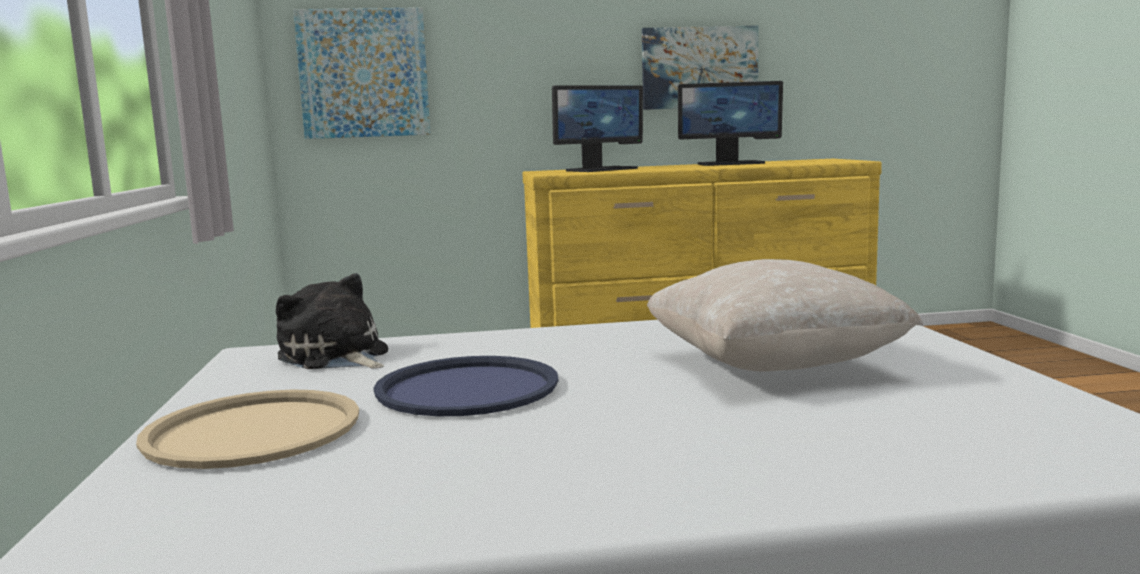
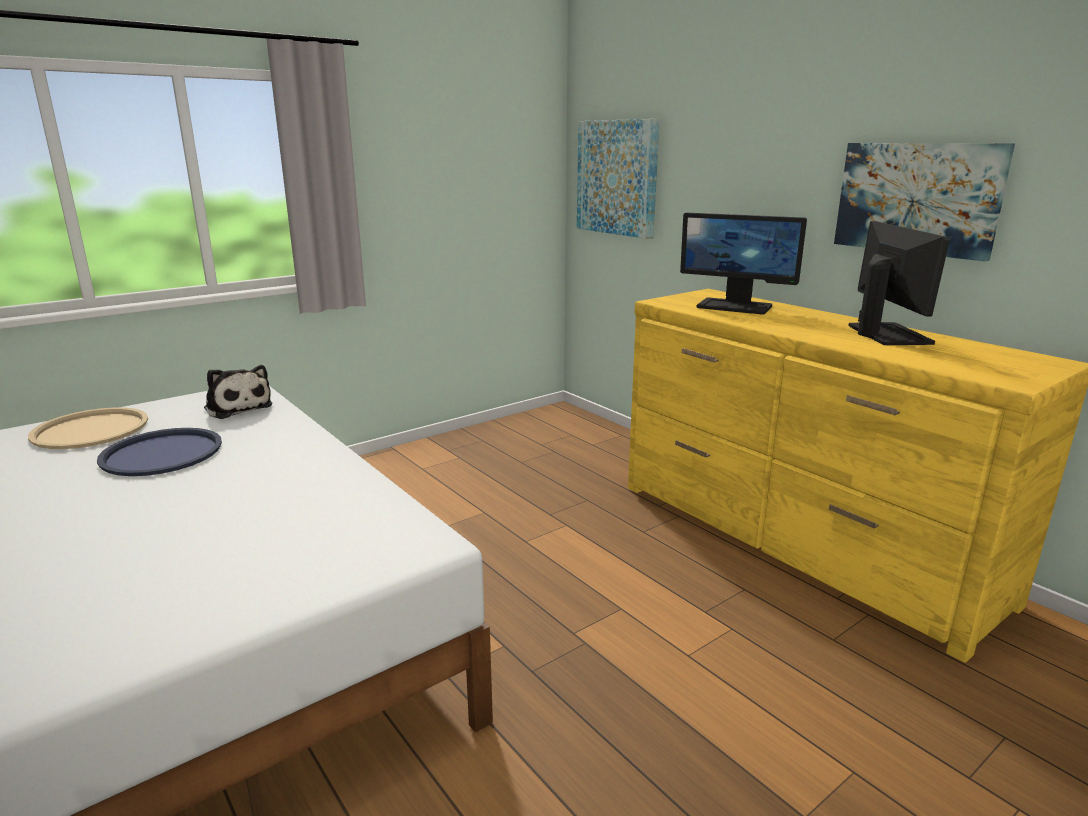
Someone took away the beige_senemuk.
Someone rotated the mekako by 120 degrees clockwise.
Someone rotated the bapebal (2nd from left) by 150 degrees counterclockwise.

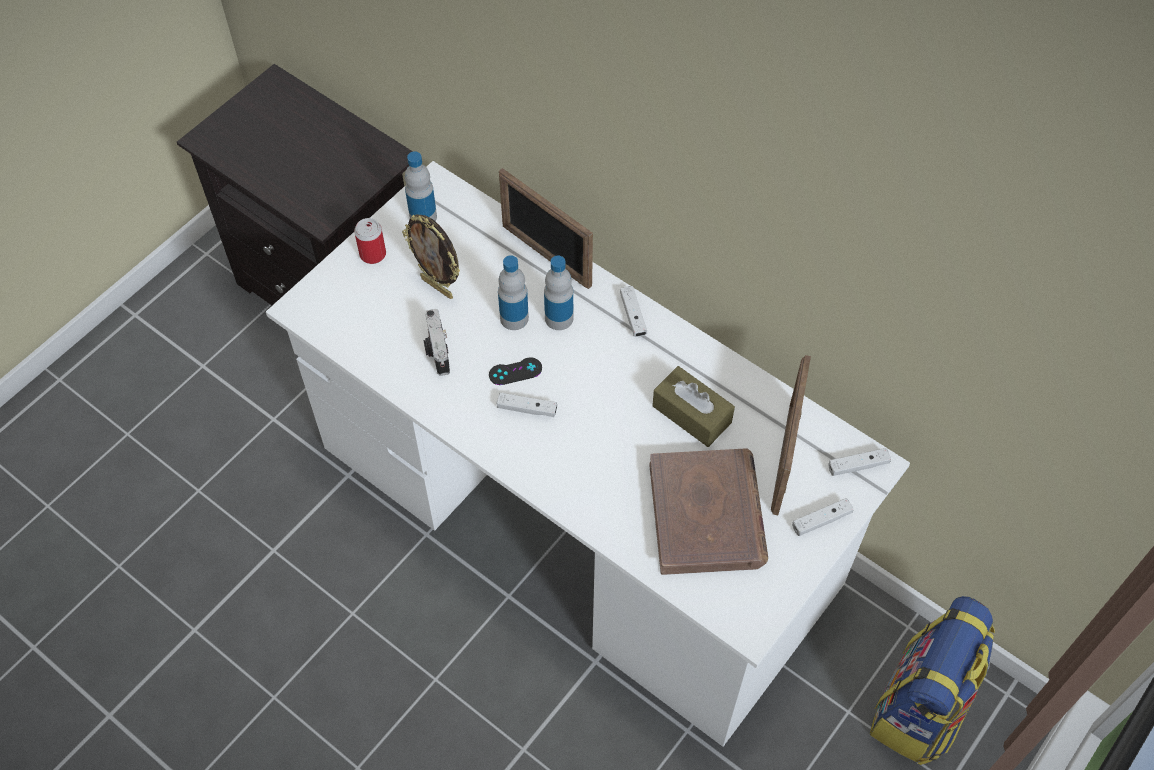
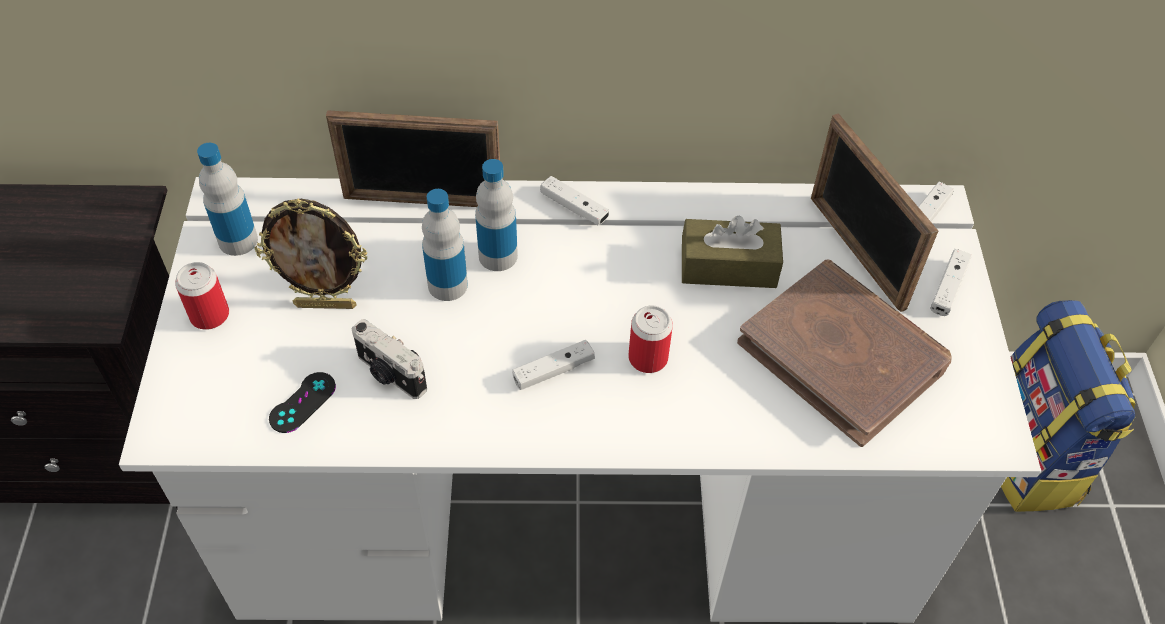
Someone put down the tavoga (2nd from left).
Someone carried the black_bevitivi.

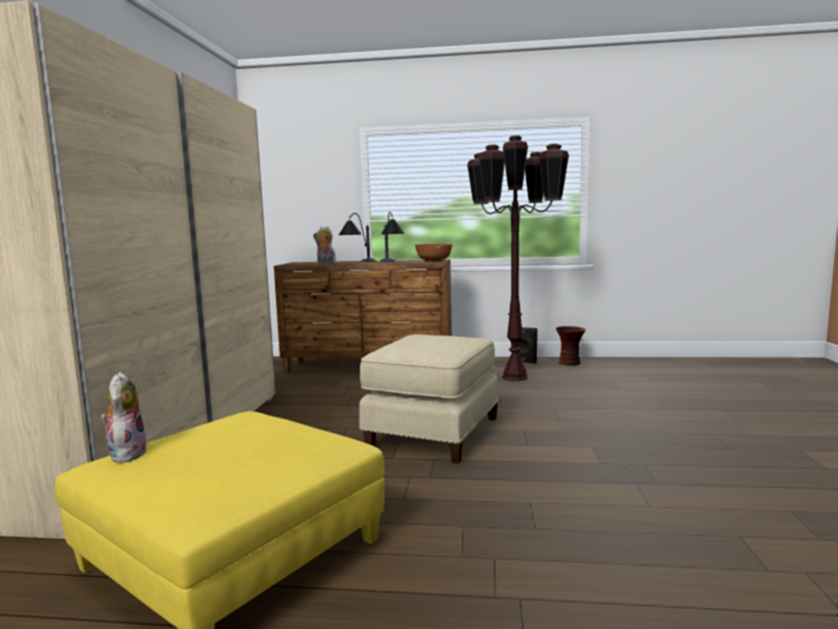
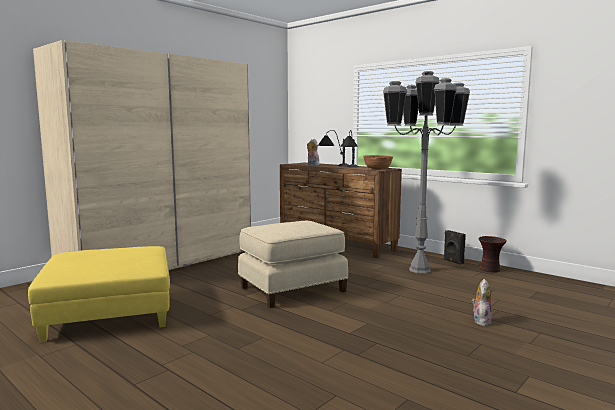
Someone carried the mekako (1st from left in the first image).
Someone repainted the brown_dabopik, which became the grey_dabopik.

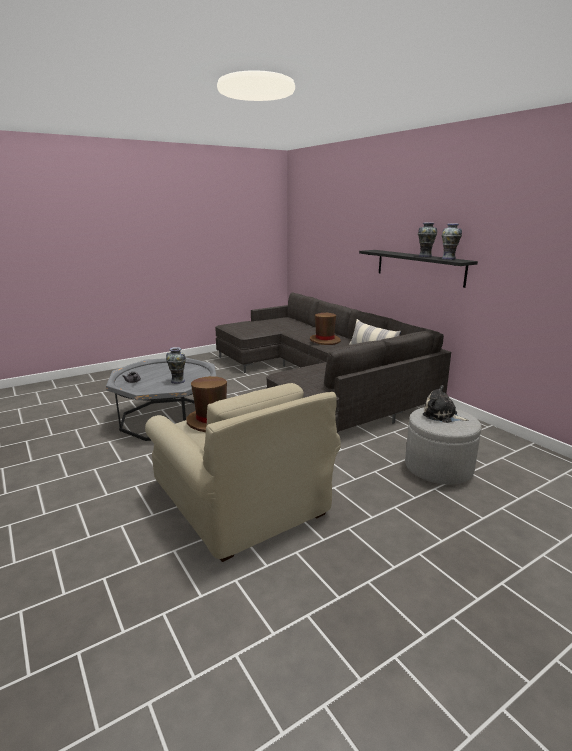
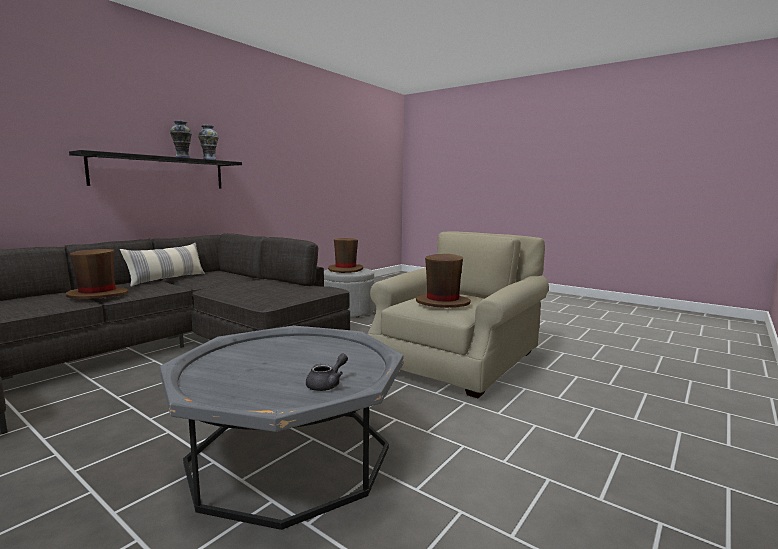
Someone took away the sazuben (1st from left).
Someone swapped the mekako for the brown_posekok (2nd from left).

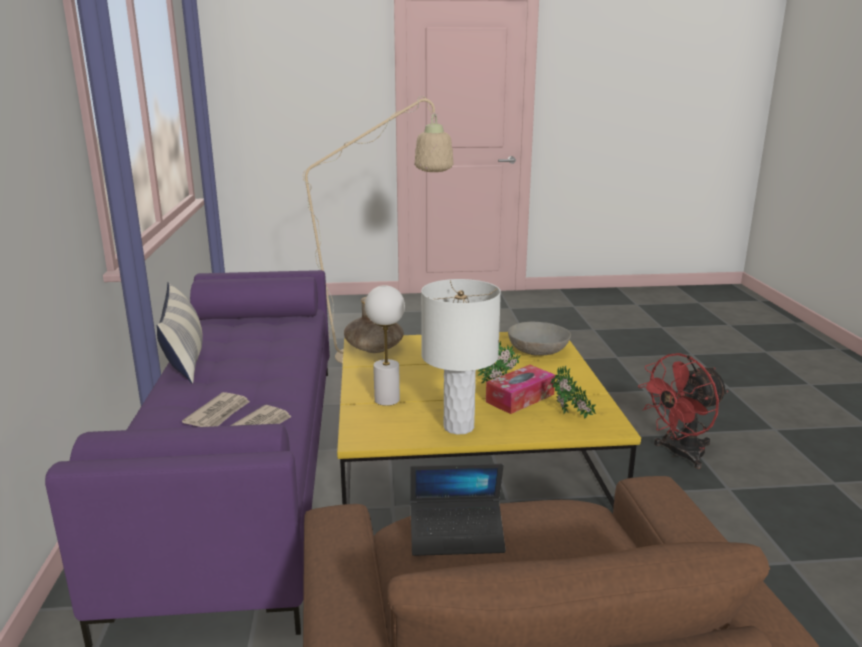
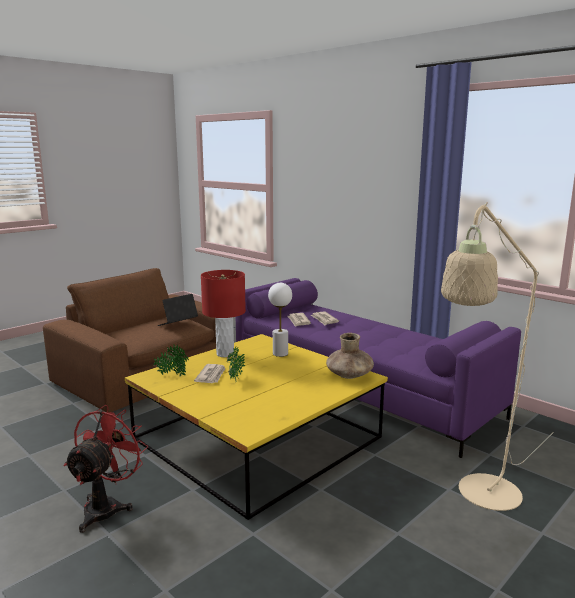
Someone took away the senemuk.
Someone took away the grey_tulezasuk.
Someone swapped the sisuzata for the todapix (1st from left).
Someone repainted the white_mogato (2nd from left), which became the red_mogato.

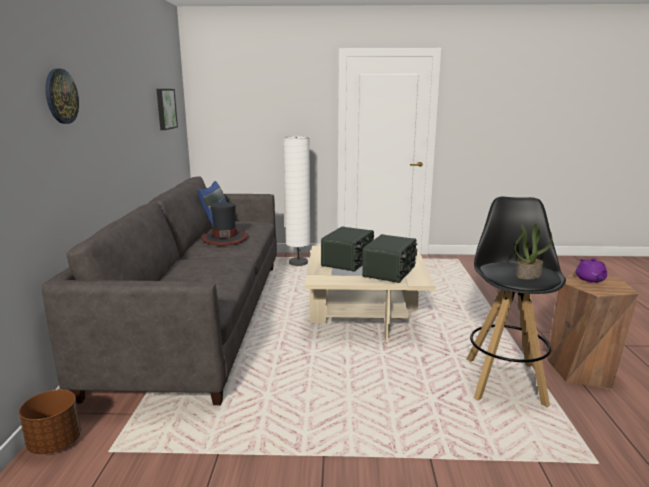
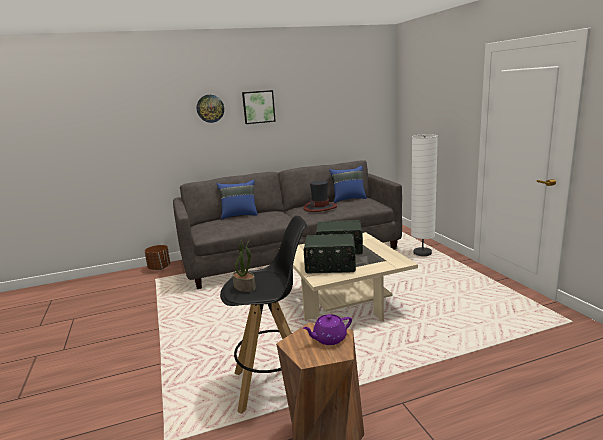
Someone put down the blue_senemuk (1st from left).
Someone carried the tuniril.

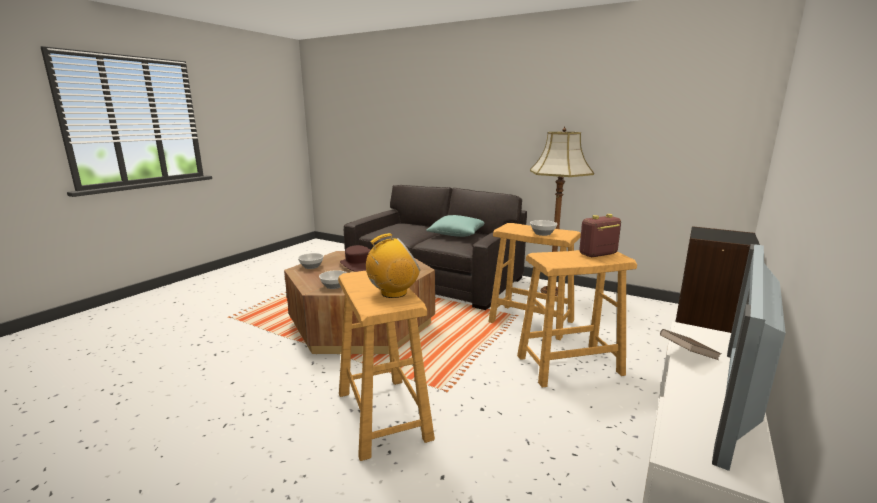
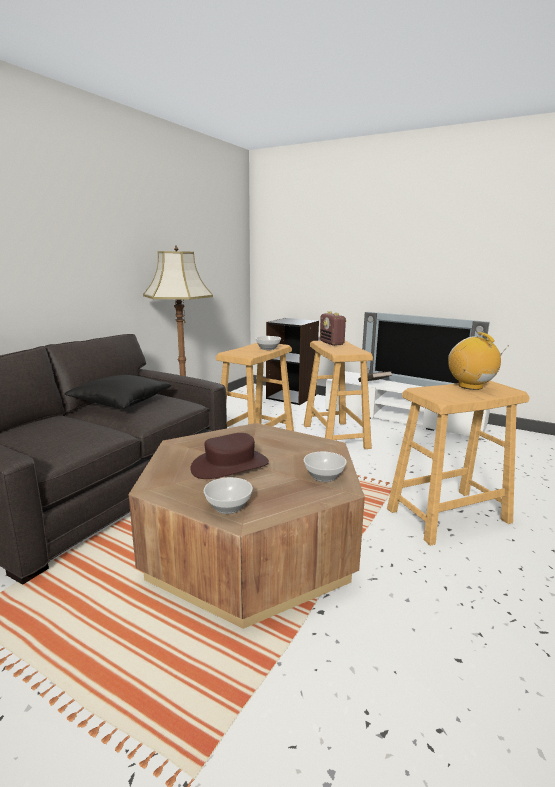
Someone repainted the turquoise_senemuk, which became the black_senemuk.

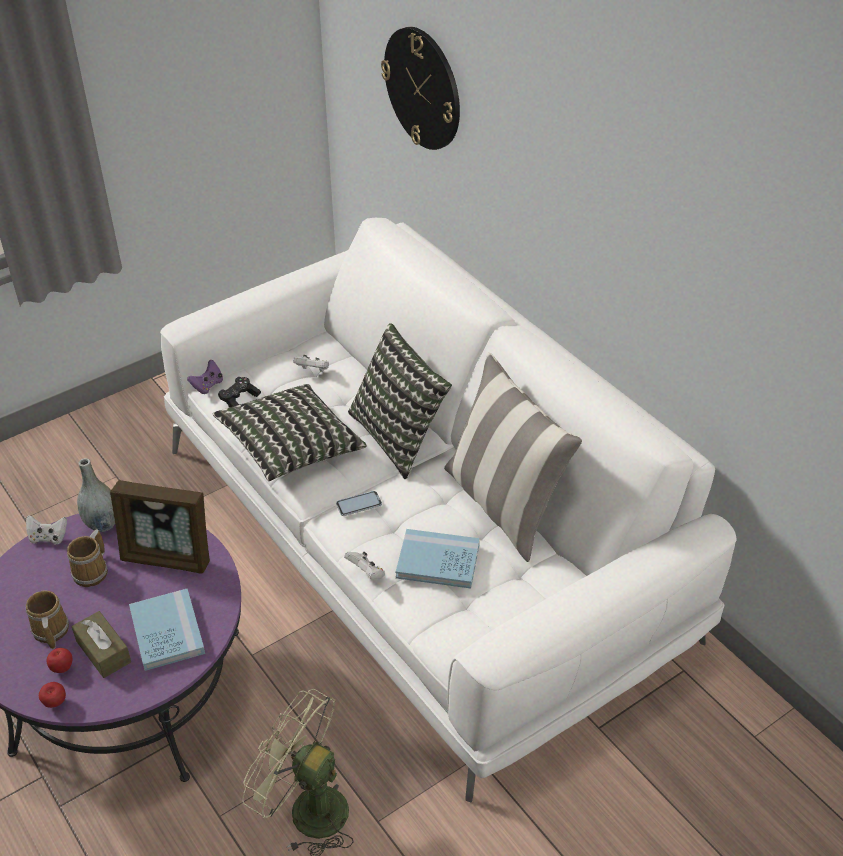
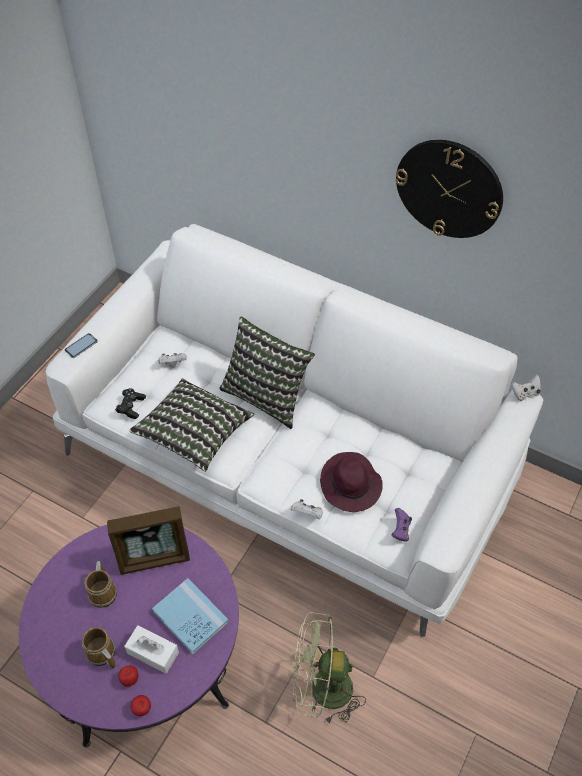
Someone took away the grey_sazuben.
Someone took away the senemuk (3rd from left).
Someone carried the white_bevitivi (1st from left in the first image).
Someone carried the purple_bevitivi.
Someone carried the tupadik.
Someone carried the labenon.
Someone swapped the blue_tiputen (2nd from left) for the purple_posekok.
Someone repainted the brown_sisuzata, which became the white_sisuzata.

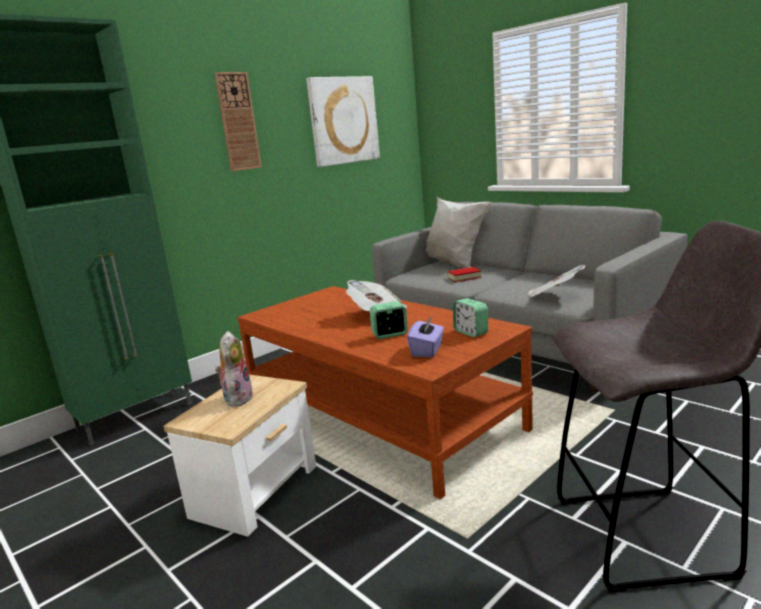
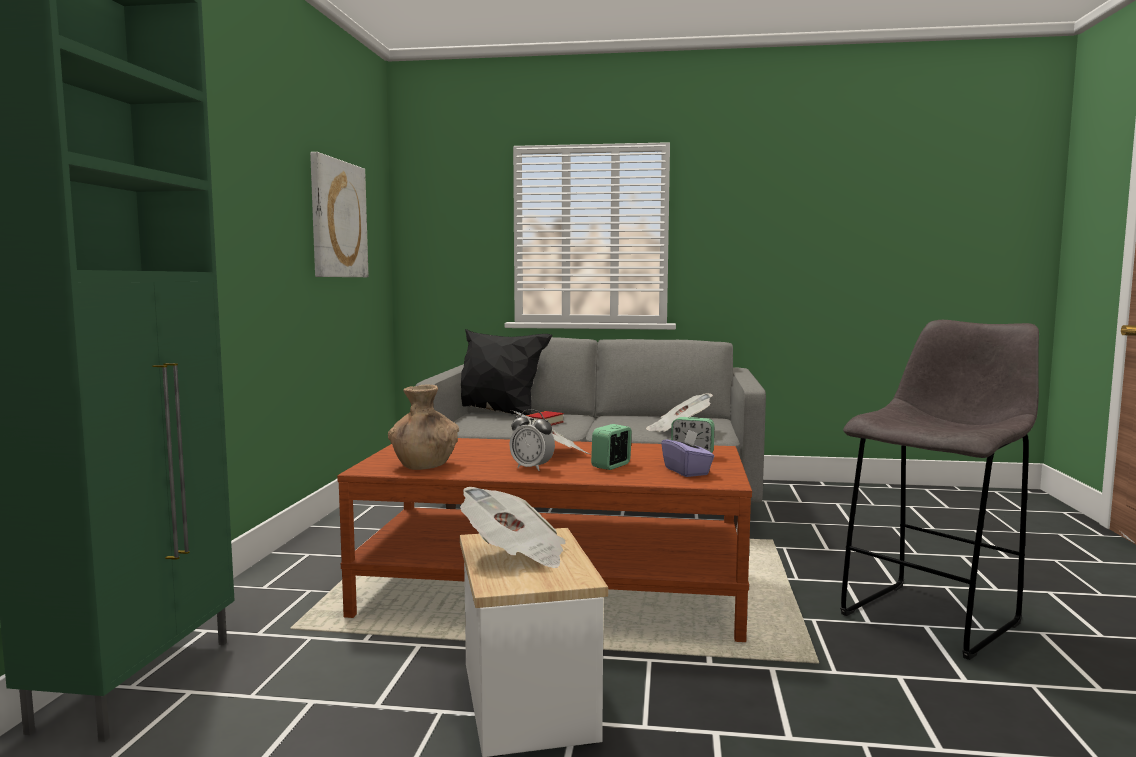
Someone took away the labenon.
Someone put down the brown_sazuben.
Someone put down the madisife (1st from left).
Someone swapped the mekako for the todapix (1st from left).
Someone repainted the white_senemuk, which became the black_senemuk.

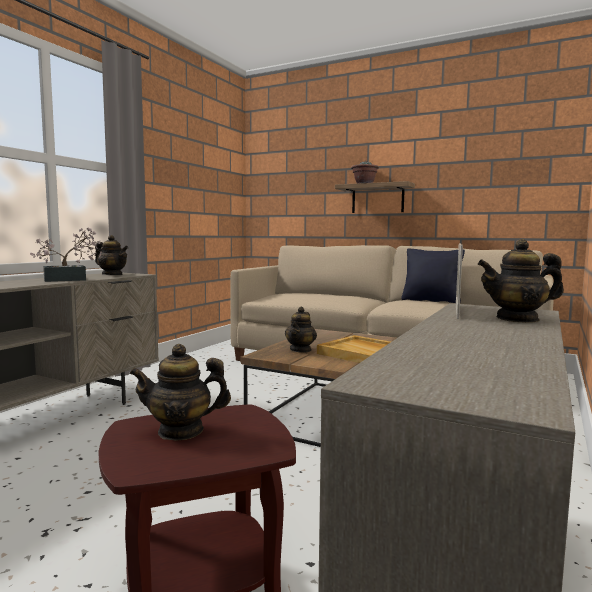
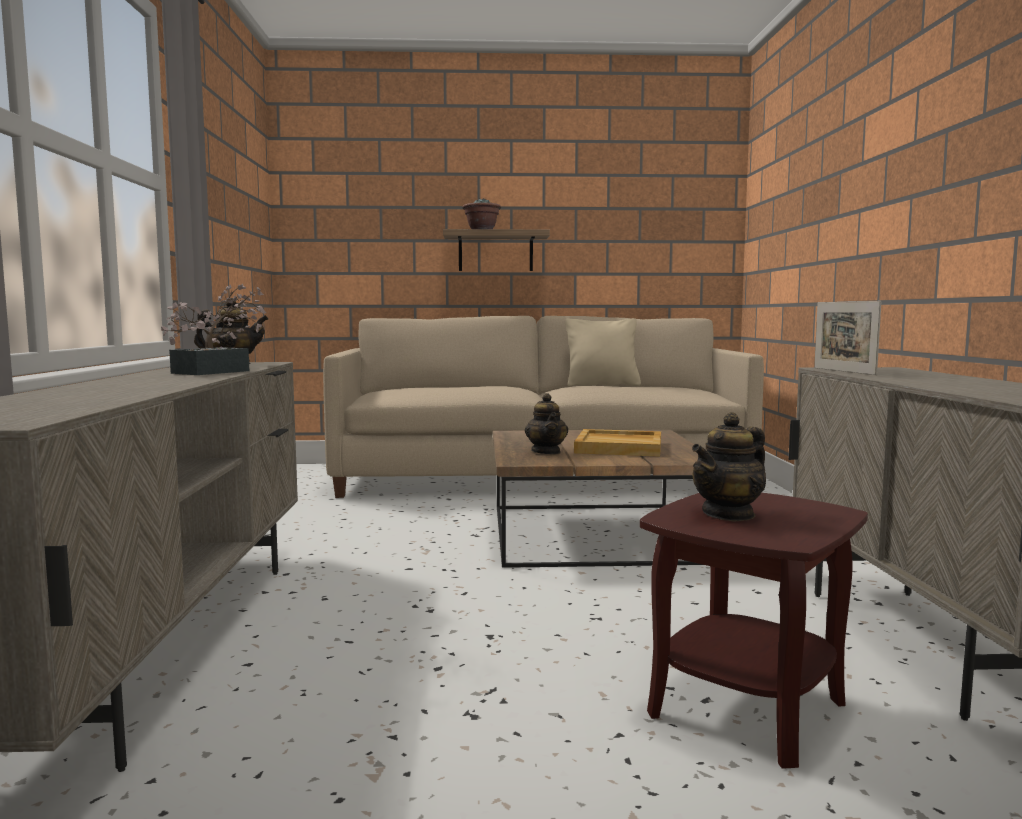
Someone took away the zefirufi (4th from left).
Someone repainted the black_senemuk, which became the beige_senemuk.

